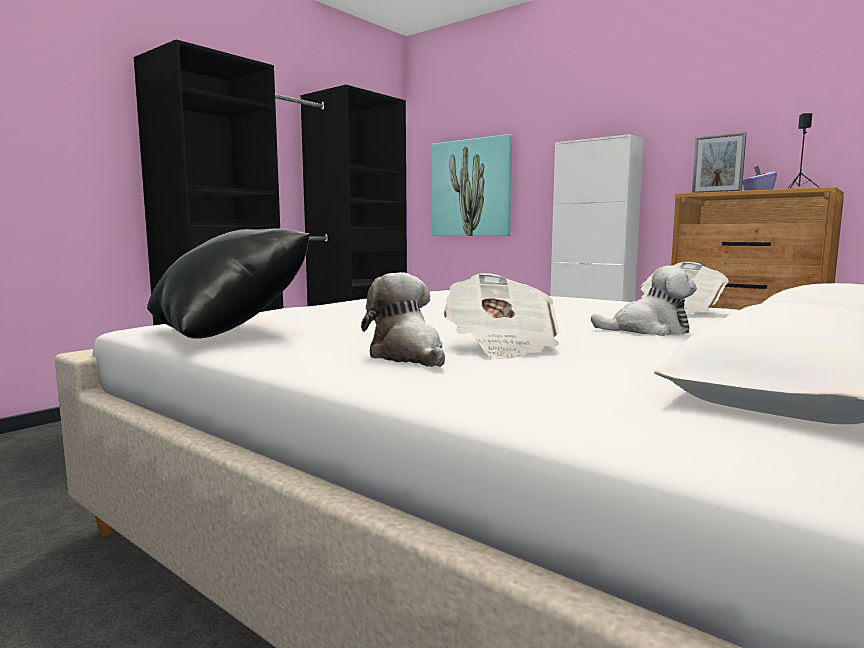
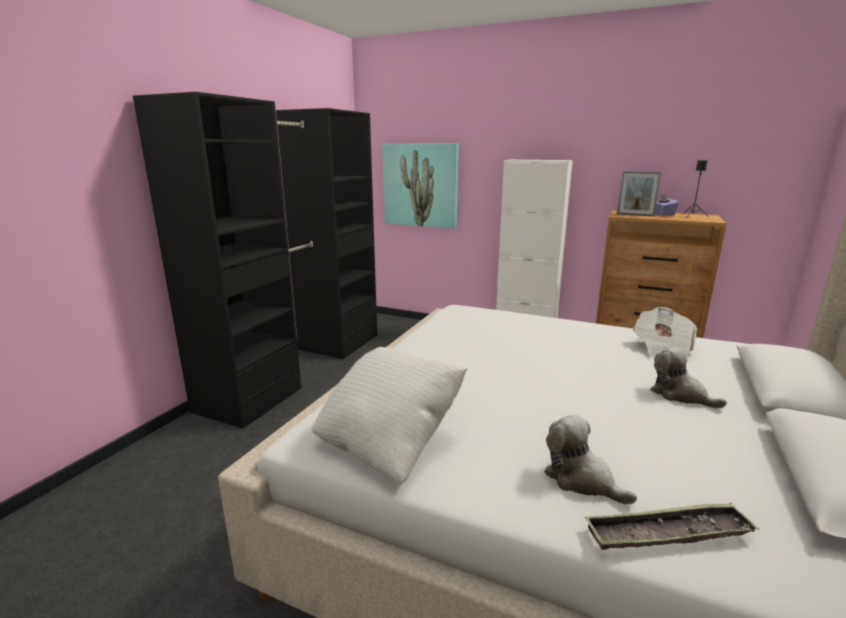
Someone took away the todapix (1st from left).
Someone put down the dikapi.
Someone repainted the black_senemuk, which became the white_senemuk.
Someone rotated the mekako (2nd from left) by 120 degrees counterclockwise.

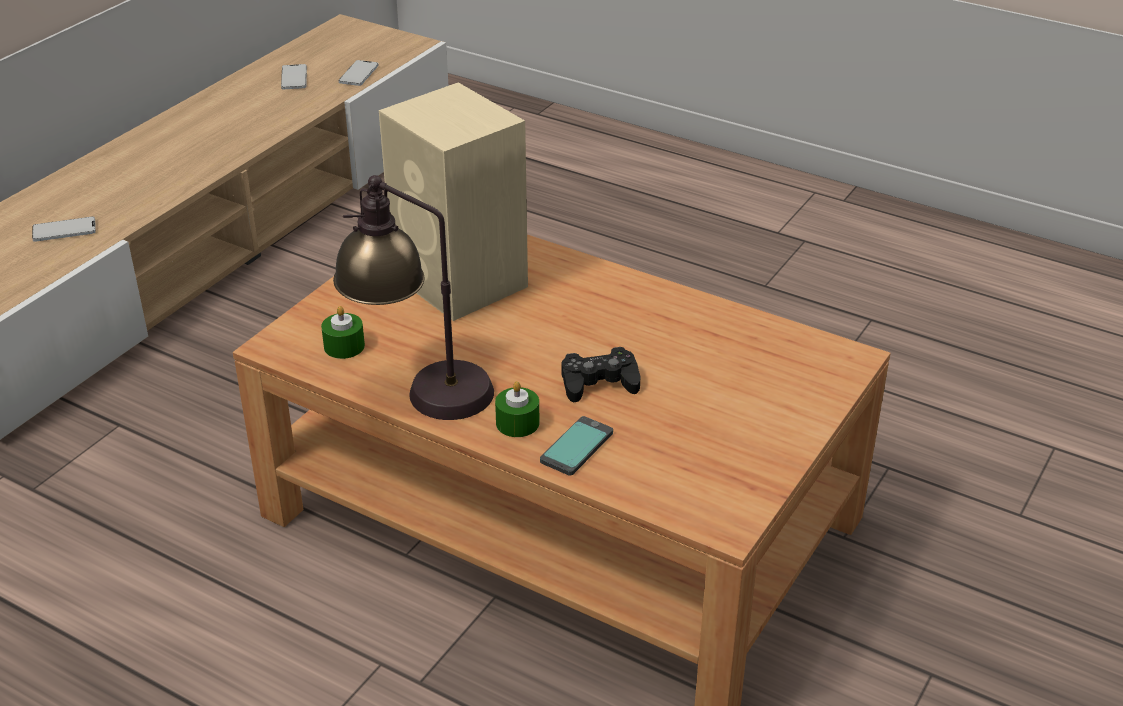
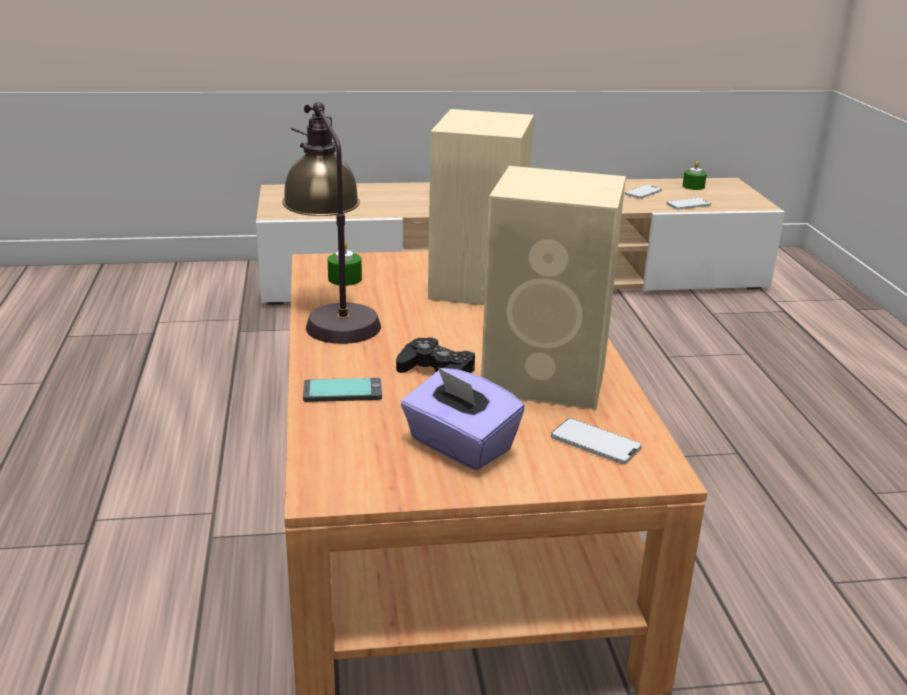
Someone put down the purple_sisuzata.
Someone put down the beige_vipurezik (2nd from left).
Someone carried the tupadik (1st from left in the first image).
Someone carried the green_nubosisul (2nd from left).

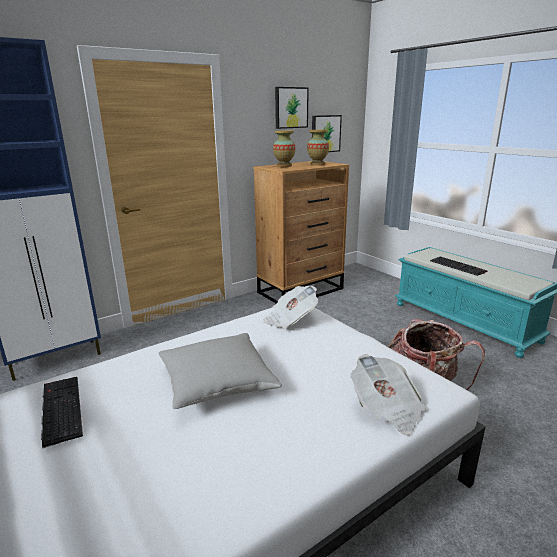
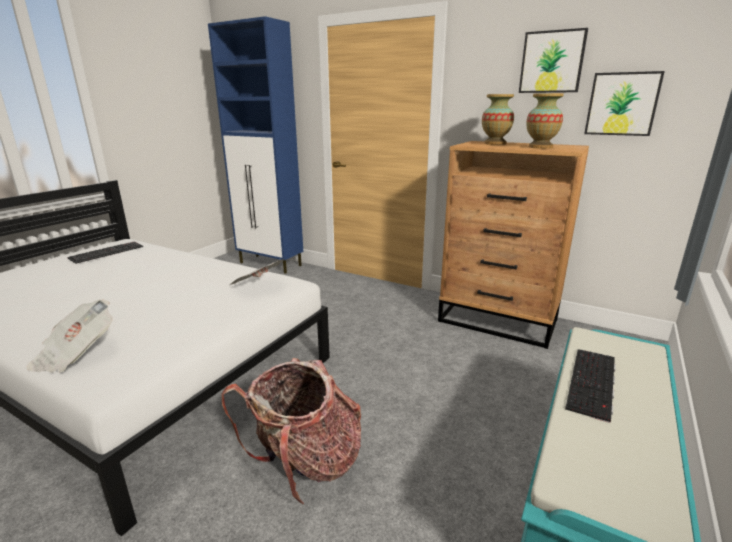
Someone took away the grey_senemuk.

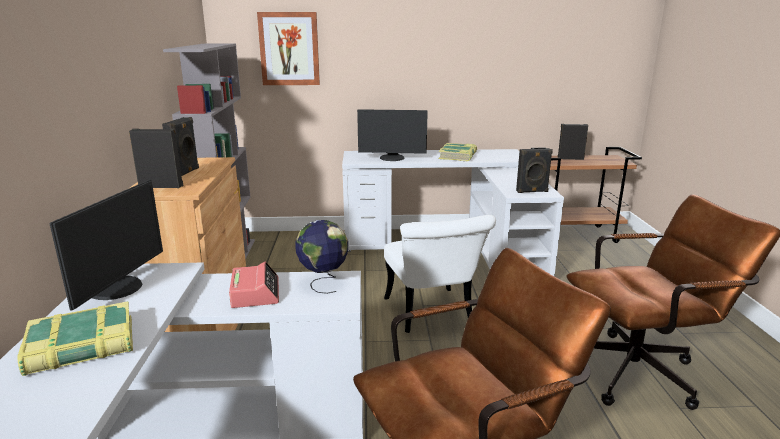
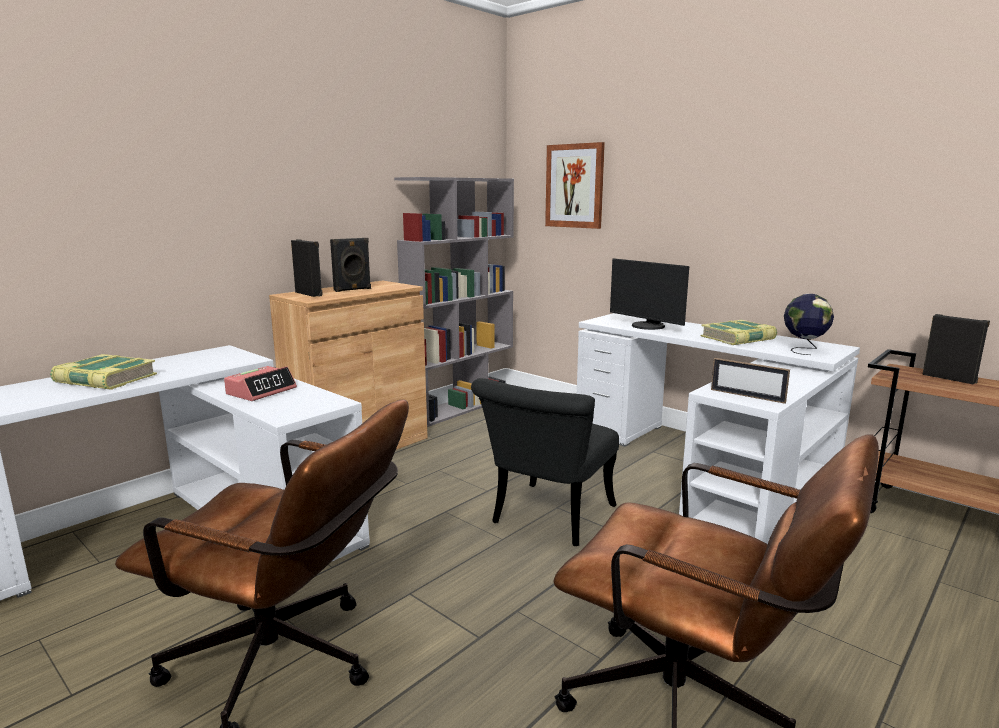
Someone took away the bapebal (1st from left).
Someone carried the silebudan.
Someone swapped the black_vipurezik (3rd from left) for the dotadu.
Someone repainted the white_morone, which became the black_morone.

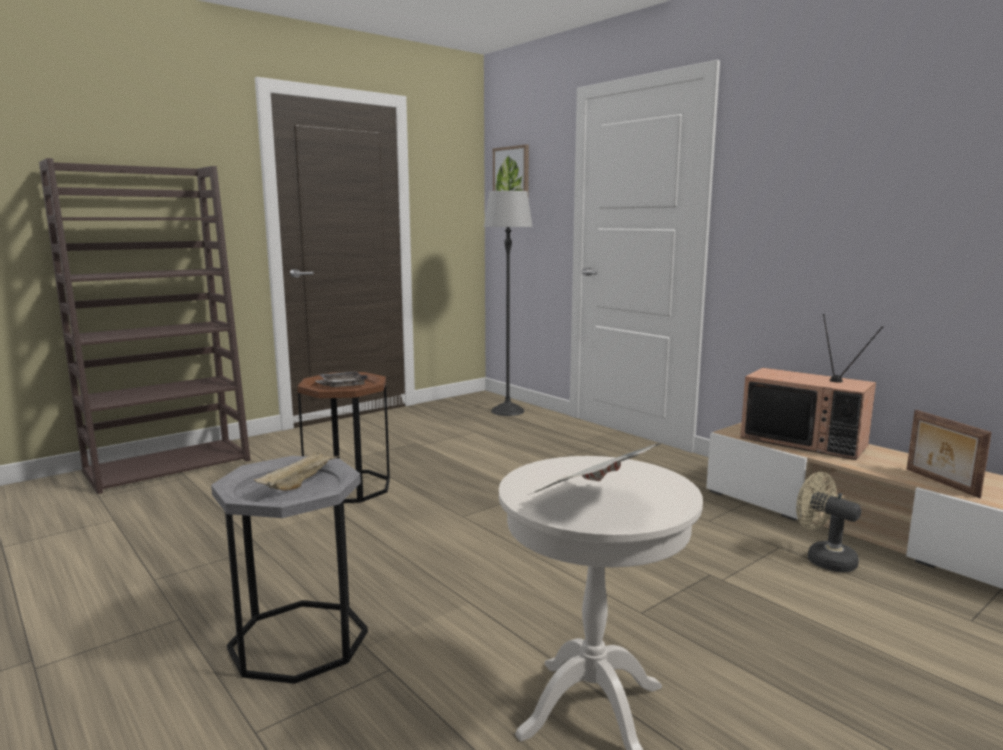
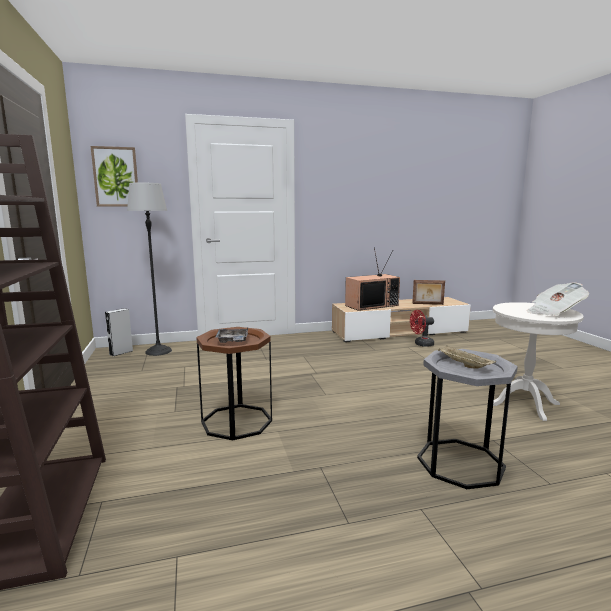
Someone put down the grey_vipurezik.
Someone repainted the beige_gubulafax, which became the red_gubulafax.

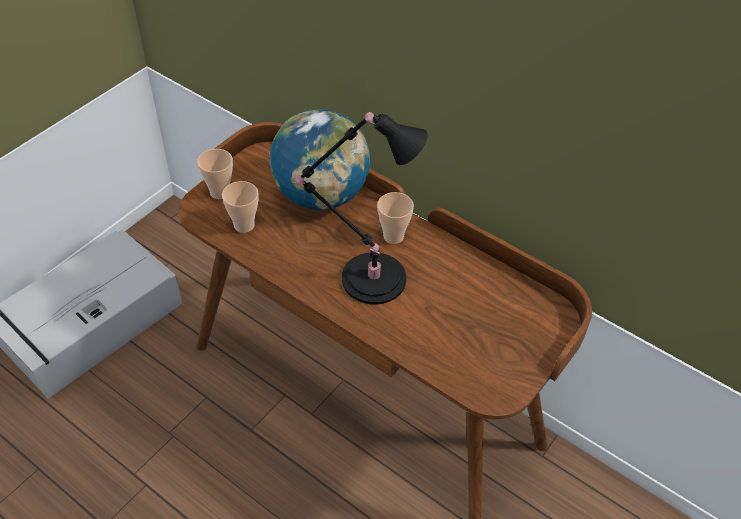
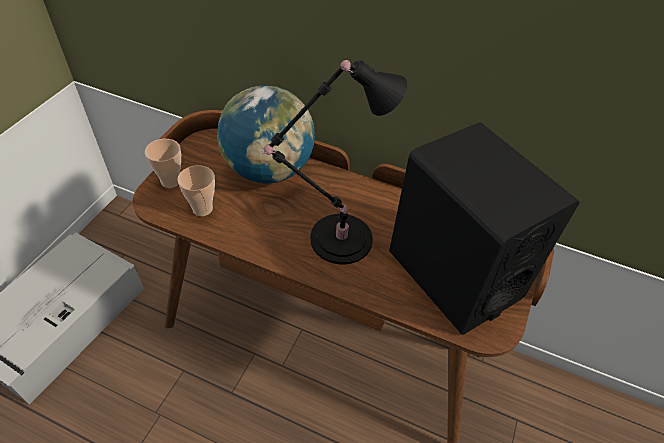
Someone took away the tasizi (3rd from left).
Someone put down the black_vipurezik.

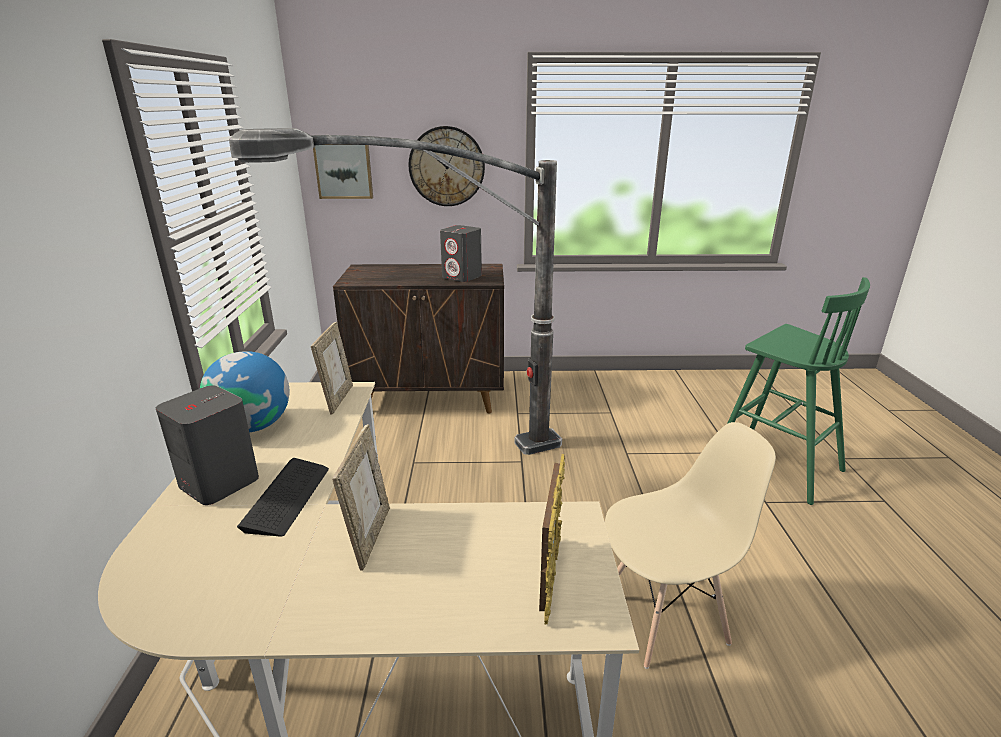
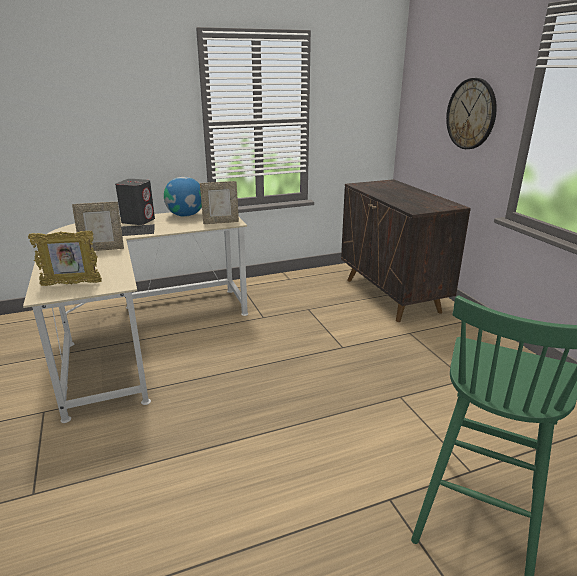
Someone took away the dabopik.
Someone took away the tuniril.
Someone took away the grey_vipurezik (2nd from left).
Someone took away the beige_morone.

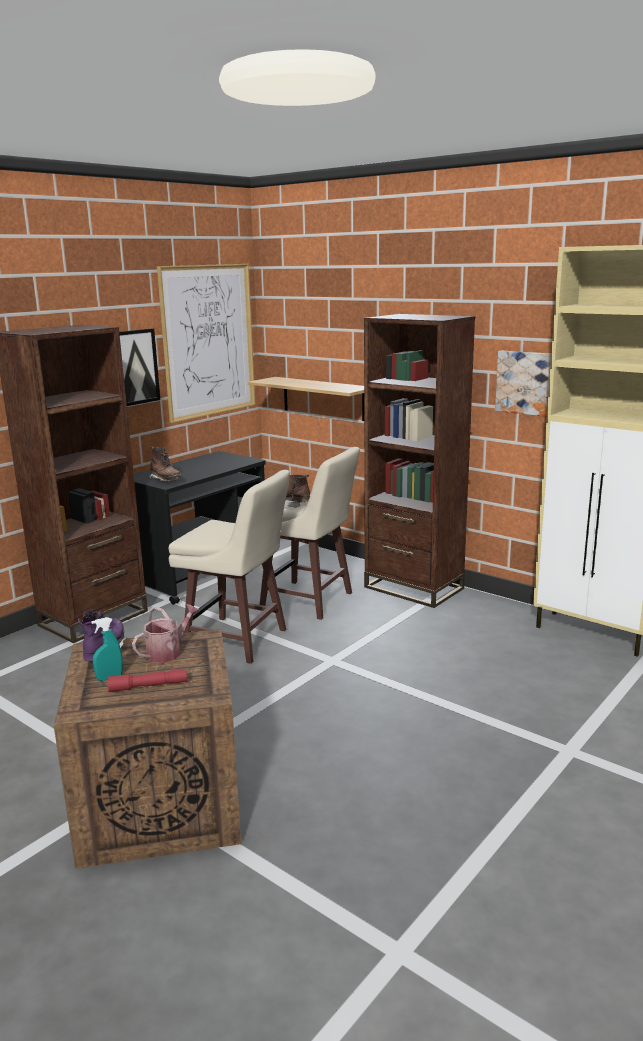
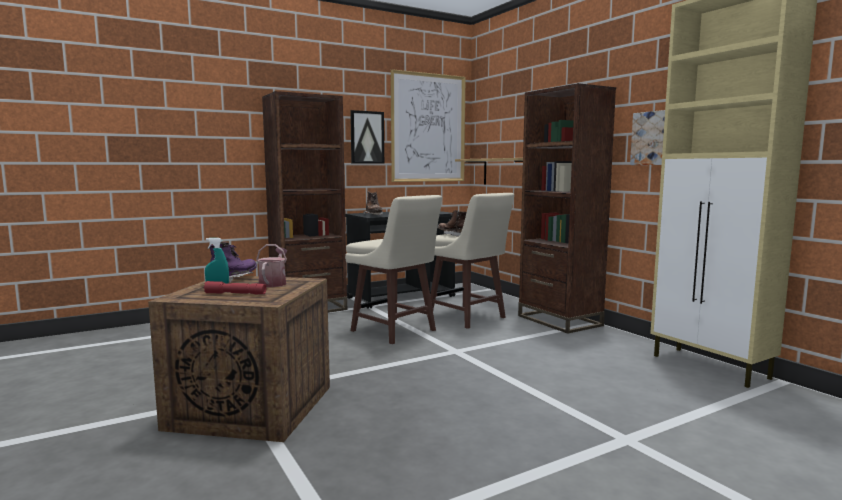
Someone rotated the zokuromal by 60 degrees counterclockwise.

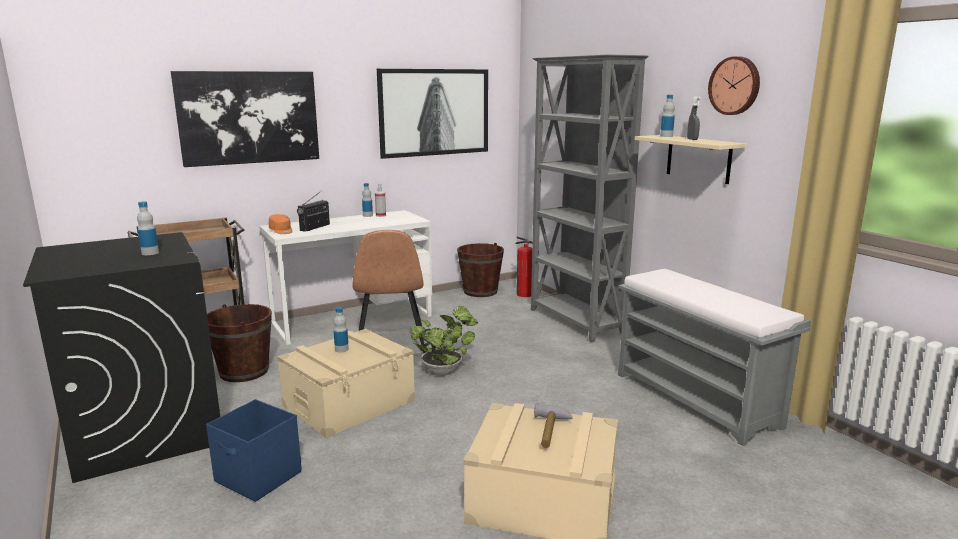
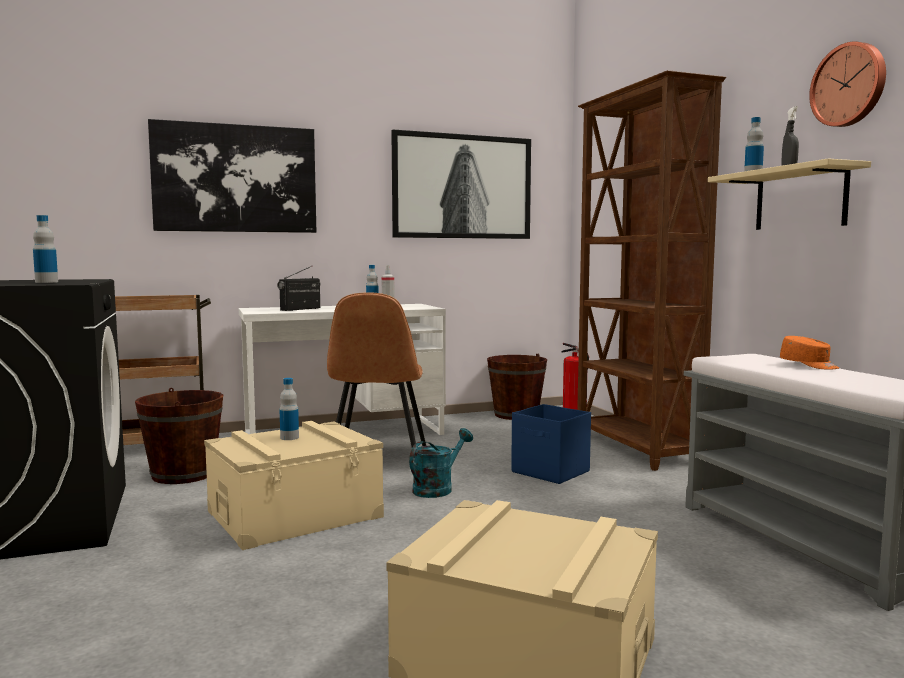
Someone took away the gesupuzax.
Someone carried the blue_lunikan.
Someone carried the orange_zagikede.
Someone swapped the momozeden for the turquoise_zokuromal.
Someone repainted the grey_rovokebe, which became the brown_rovokebe.

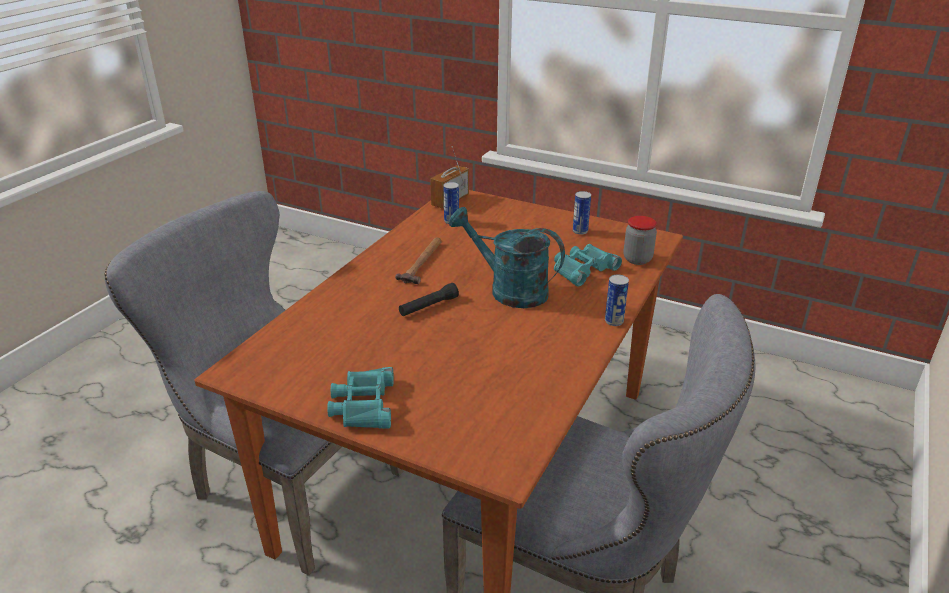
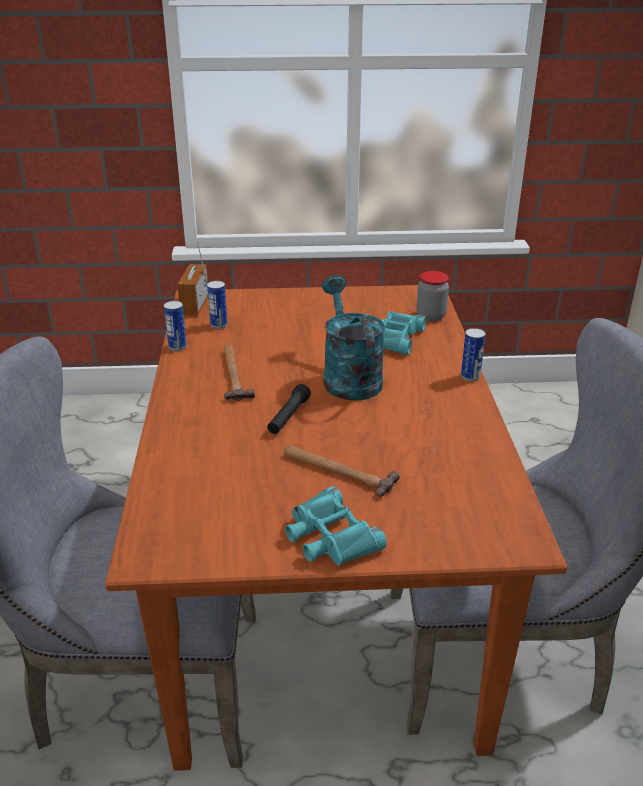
Someone put down the gesupuzax (2nd from left).
Someone carried the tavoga (2nd from left in the first image).
Someone rotated the turquoise_zokuromal by 75 degrees clockwise.

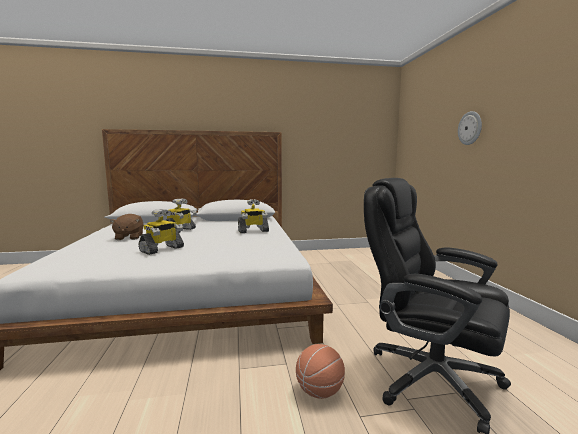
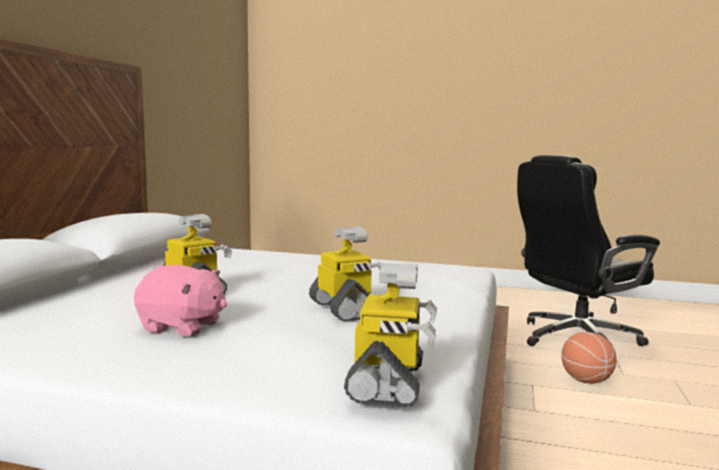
Someone took away the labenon.
Someone carried the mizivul (3rd from left).
Someone repainted the brown_mekako, which became the pink_mekako.

